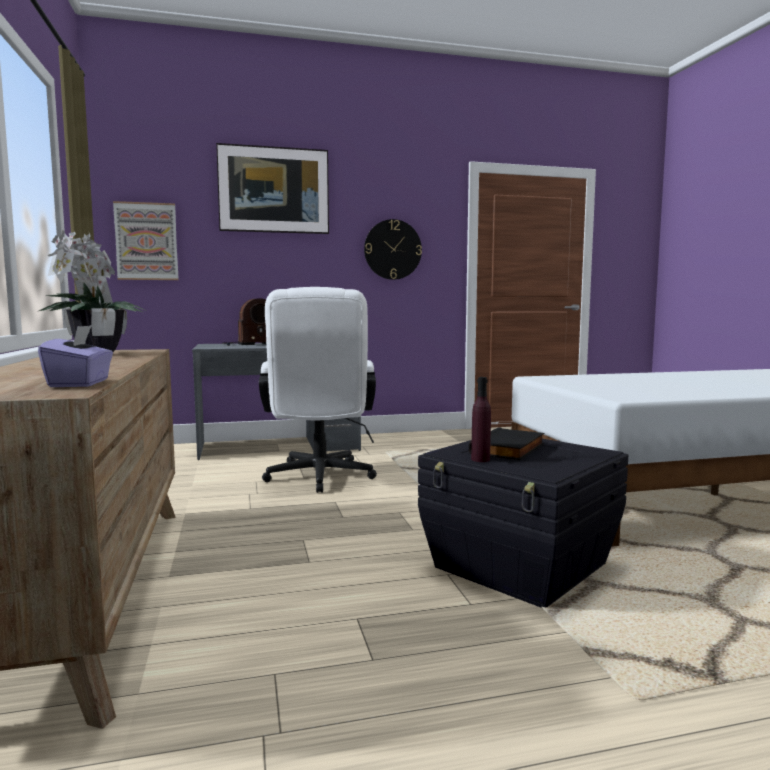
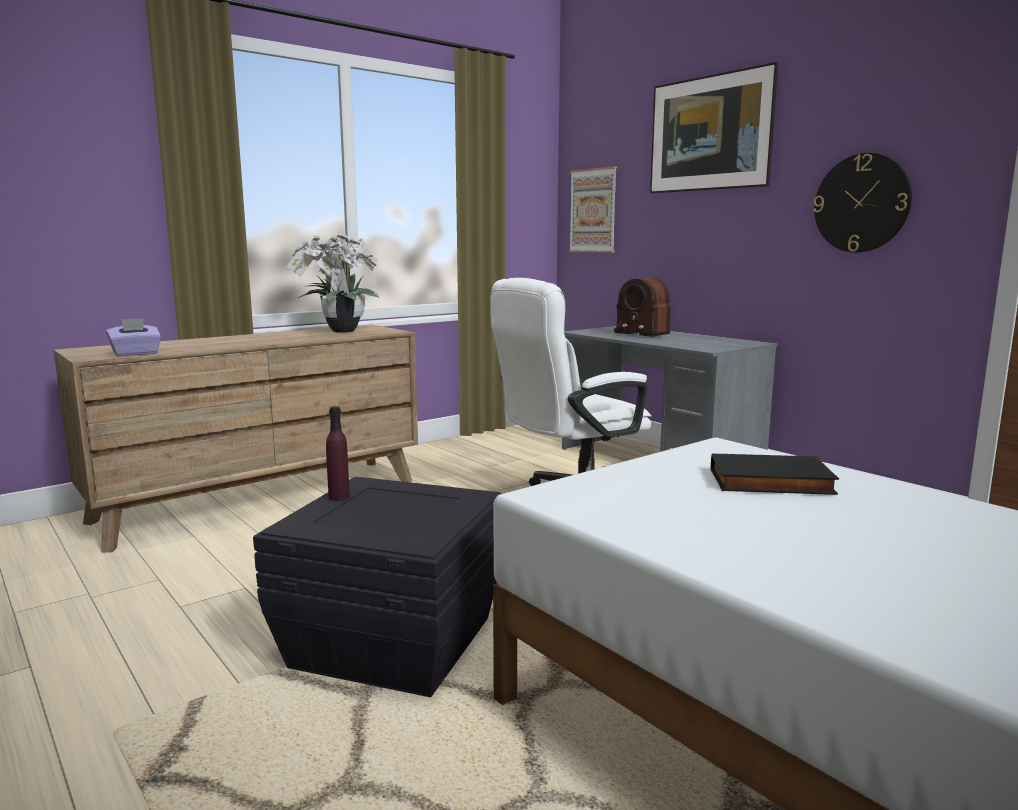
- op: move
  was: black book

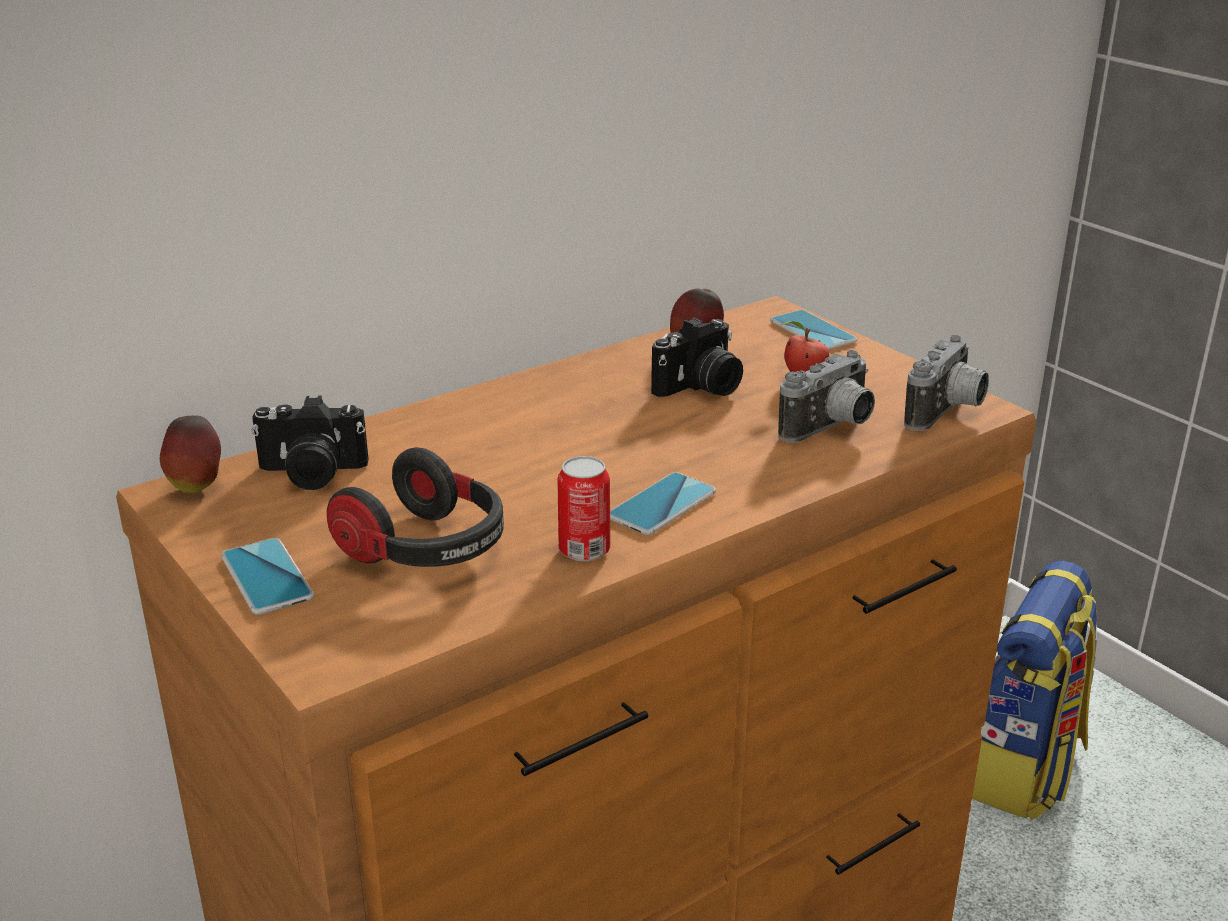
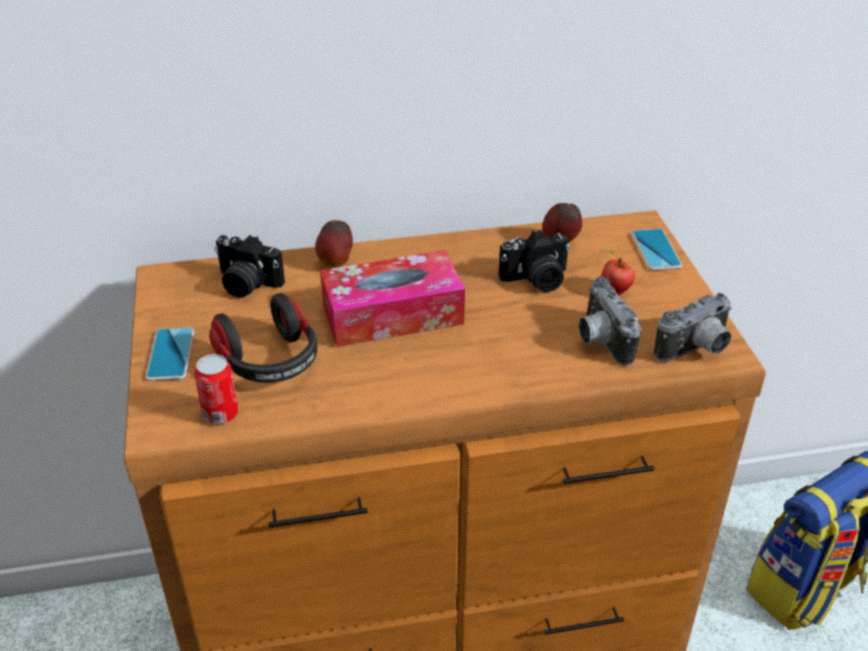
- op: delete
  was: phone (2nd from left)
- op: insert
  now: tissue box
- op: move
  was: apple (1st from left)
- op: move
  was: can
- op: rotate
  was: photo camera (3rd from left)
  clockwise: 90

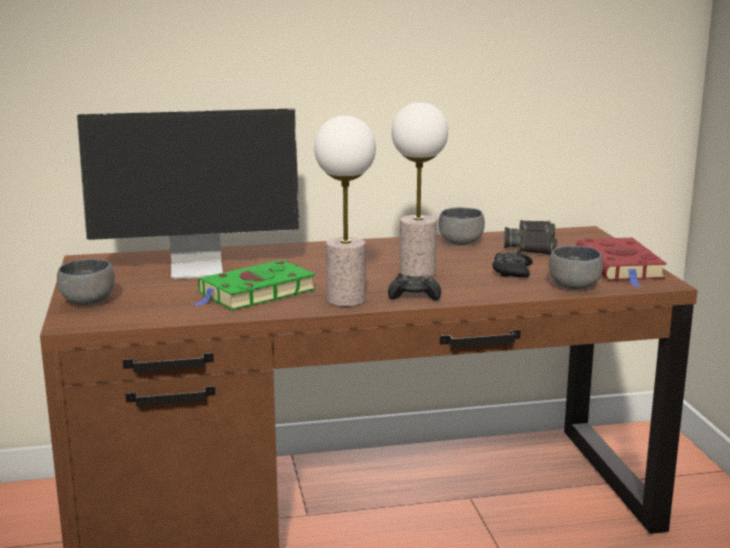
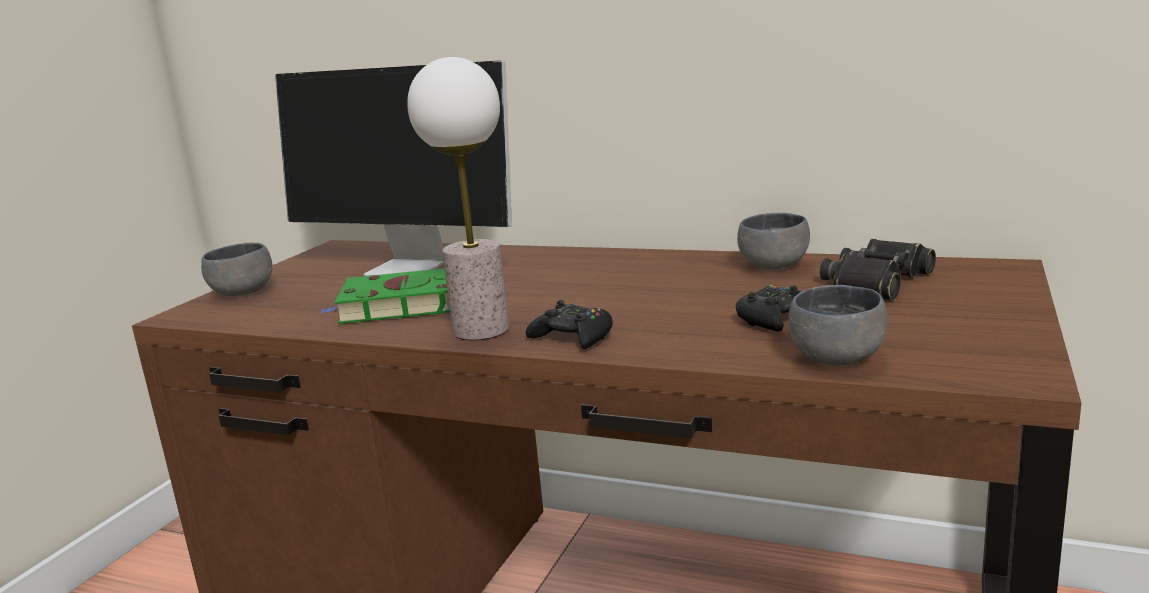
- op: delete
  was: table lamp (2nd from left)
- op: delete
  was: red book

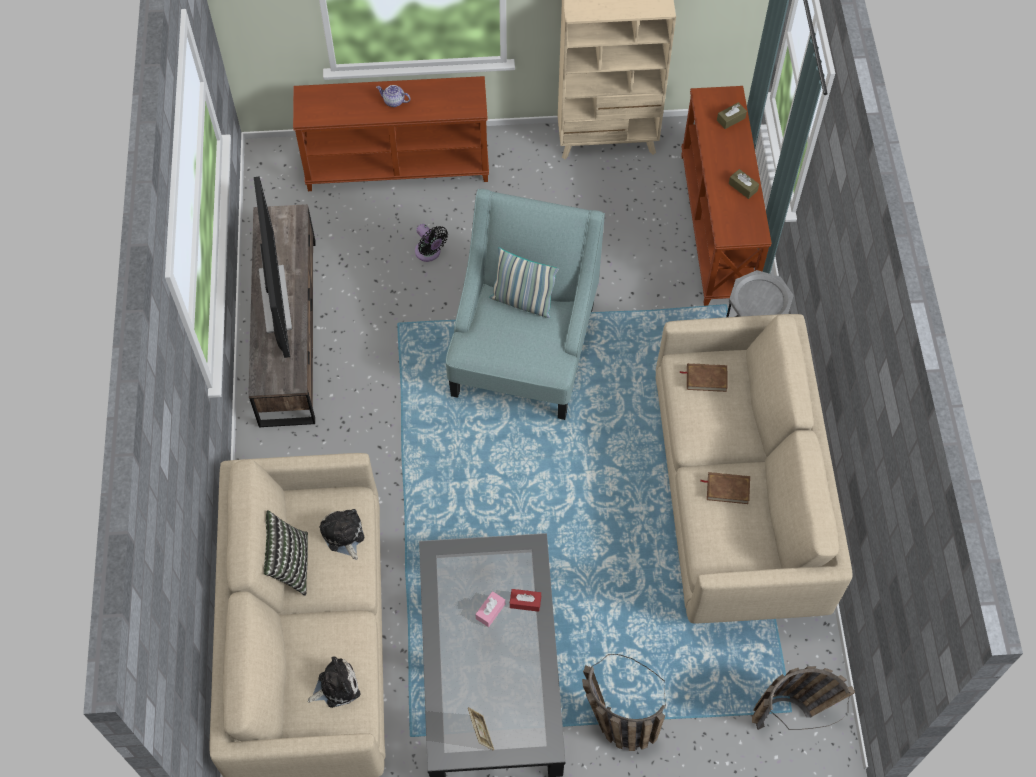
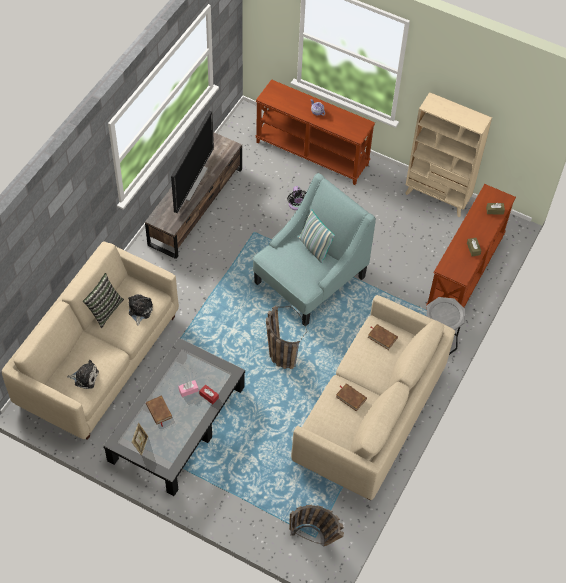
- op: insert
  now: brown book (1st from left)
- op: move
  was: basket (1st from left)

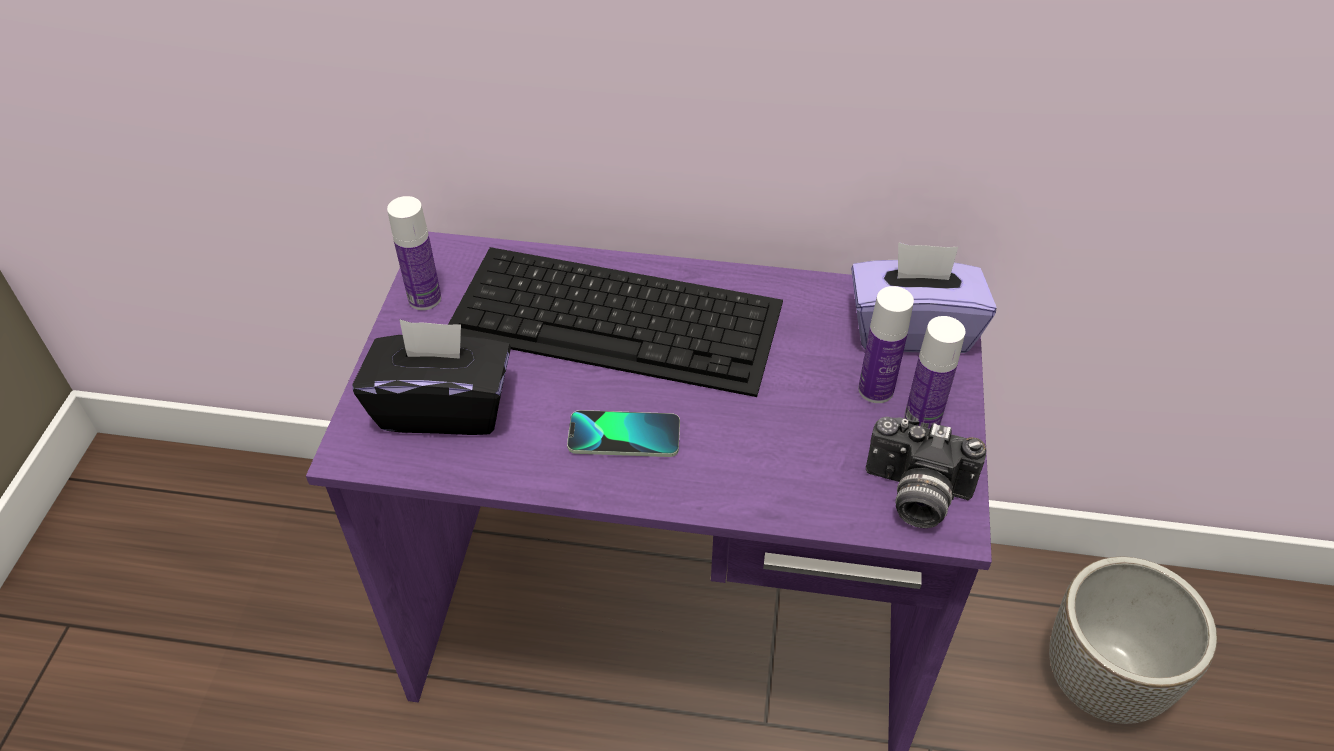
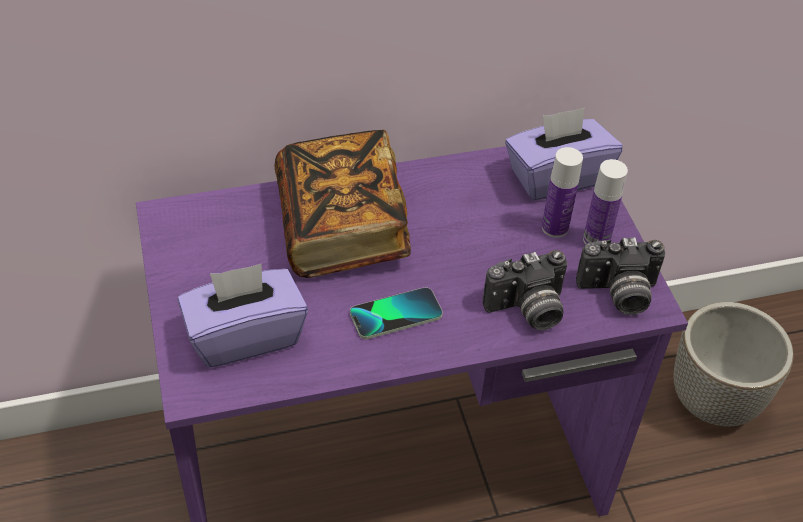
- op: delete
  was: bottle (1st from left)
- op: insert
  now: photo camera (1st from left)
- op: replace
  was: keyboard
  now: book
- op: recolor
  was: black tissue box
  now: purple tissue box (1st from left)

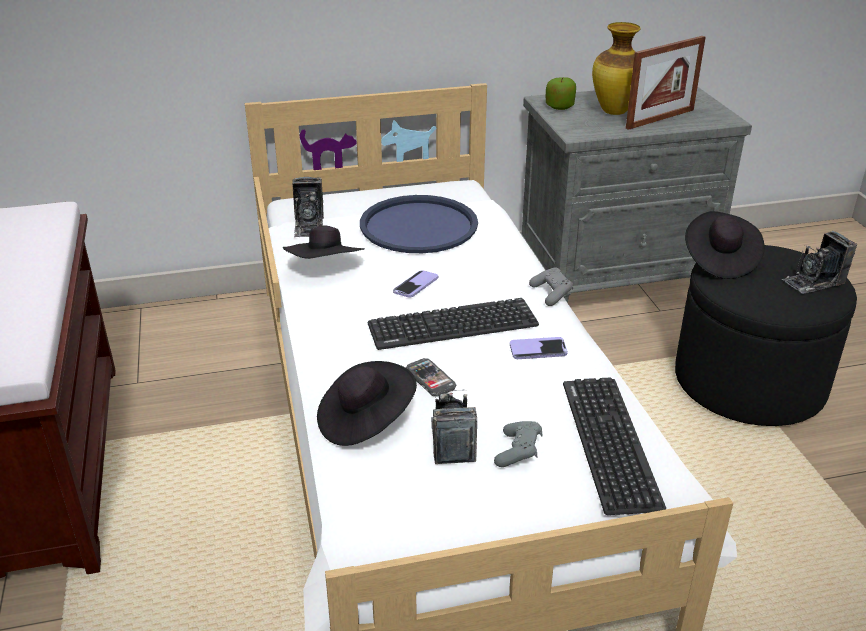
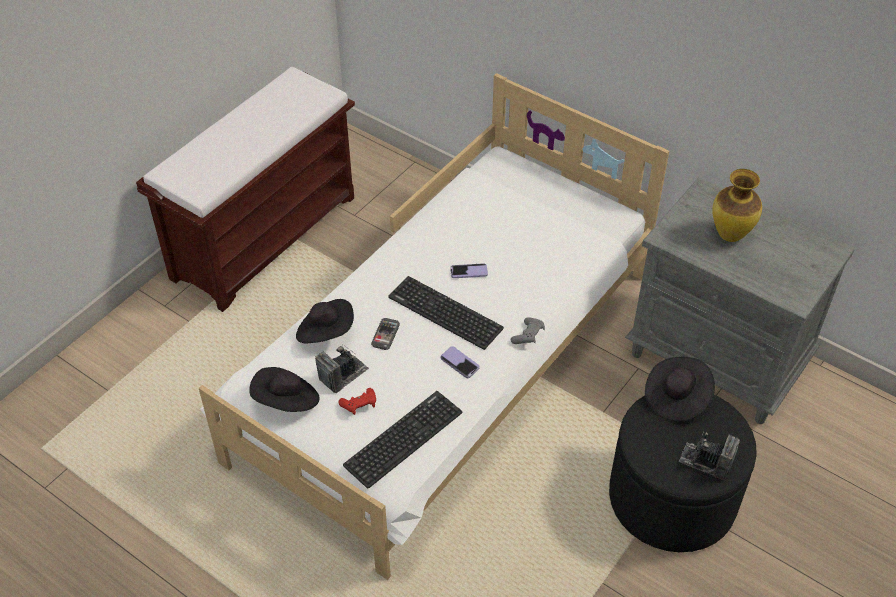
- op: delete
  was: photo camera (1st from left)
- op: delete
  was: blue tray
- op: delete
  was: apple
- op: delete
  was: picture frame
- op: move
  was: black hat (1st from left)
- op: recolor
  was: grey game controller (1st from left)
  now: red game controller

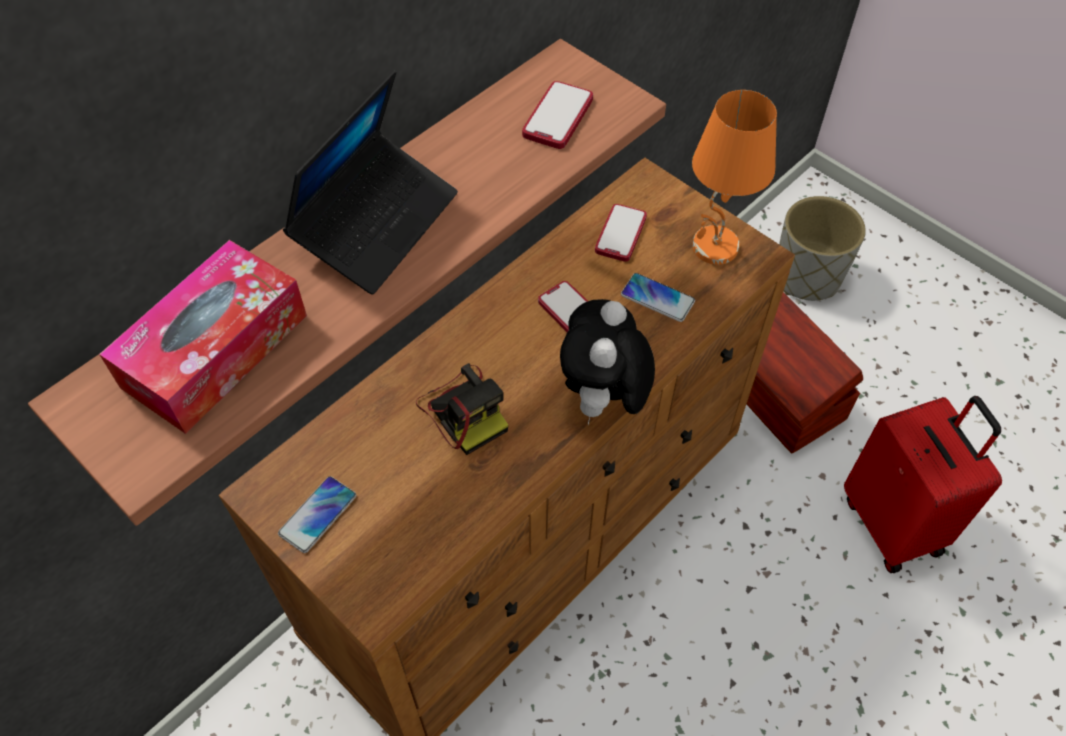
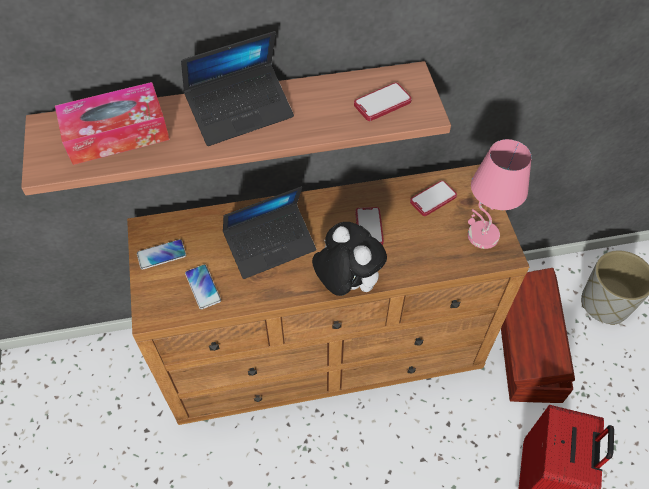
- op: move
  was: phone (5th from left in the first image)
  now: phone (2nd from left)
- op: replace
  was: photo camera
  now: laptop (2nd from left)
- op: recolor
  was: orange table lamp
  now: pink table lamp
- op: rotate
  was: plush toy
  clockwise: 90

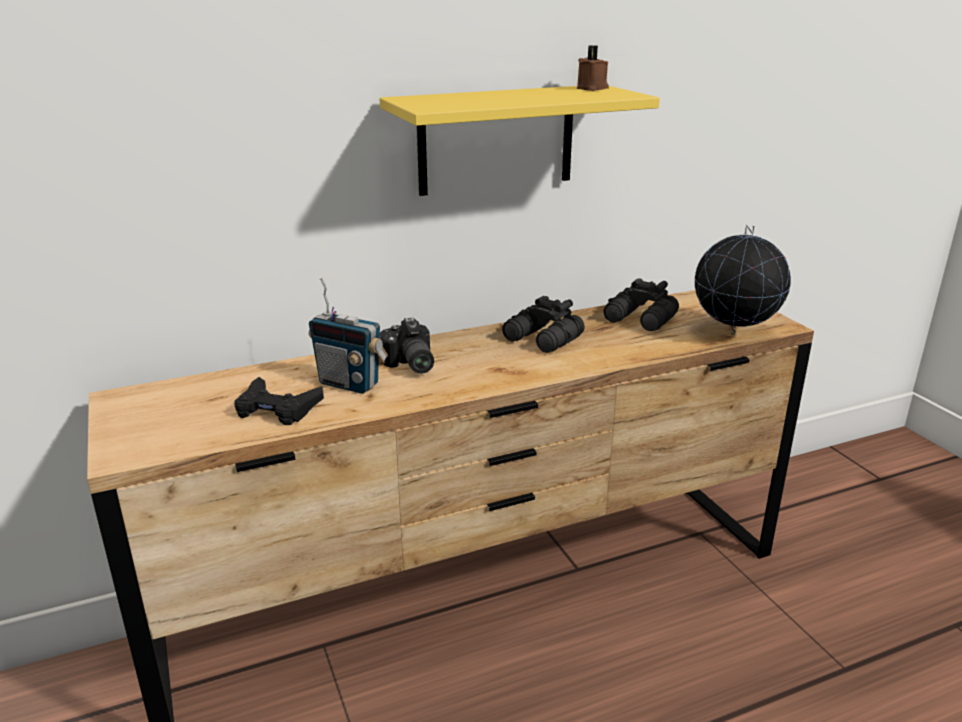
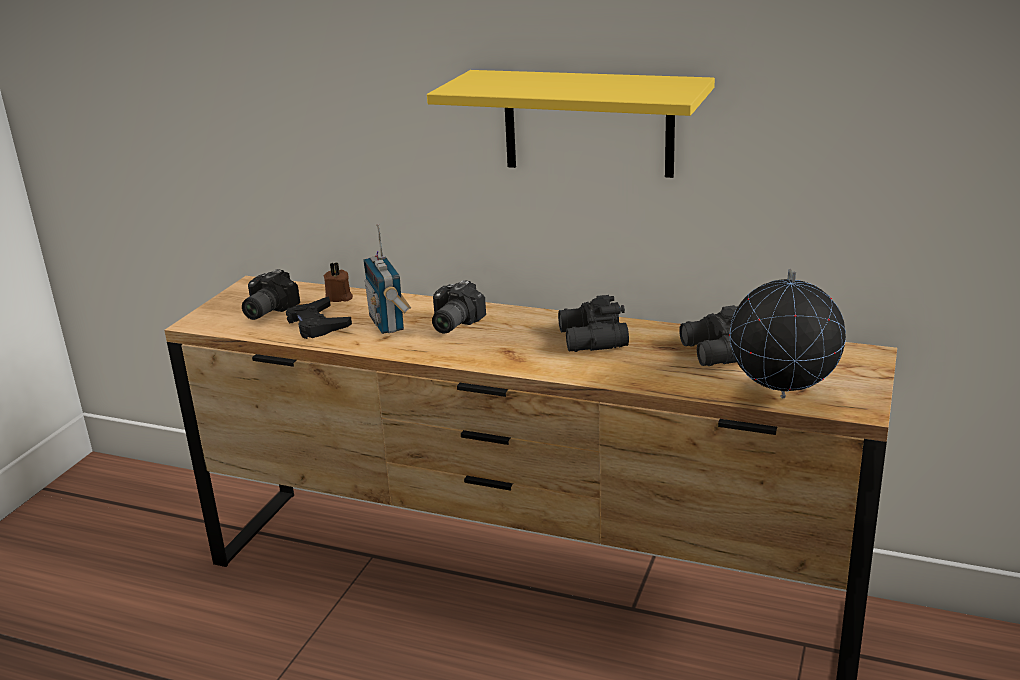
- op: insert
  now: photo camera (1st from left)
- op: move
  was: brown candle

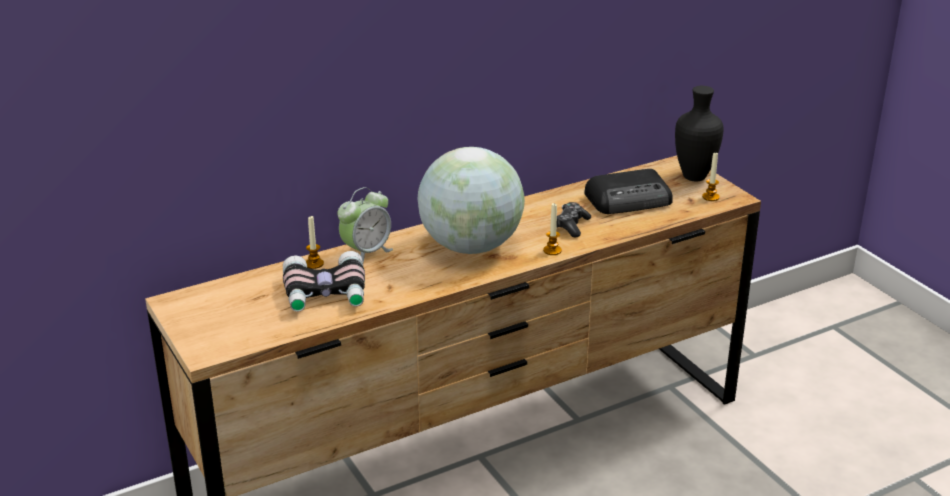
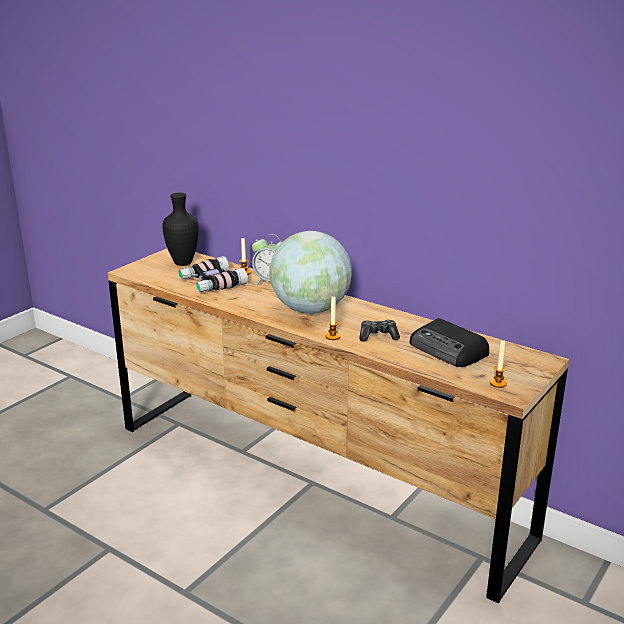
- op: move
  was: black vase

